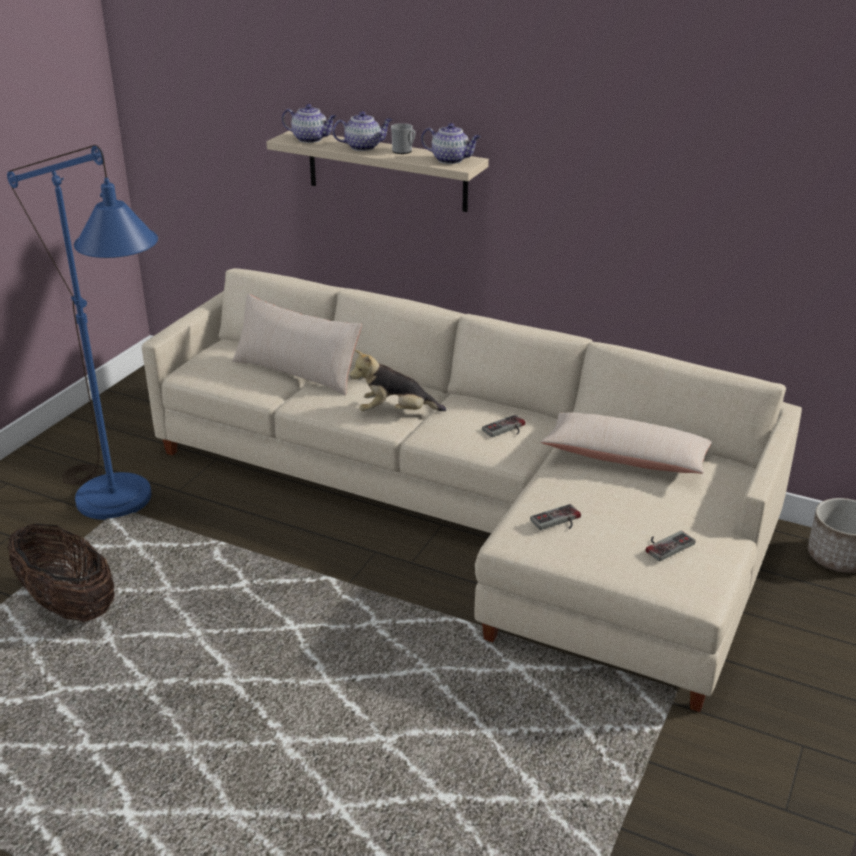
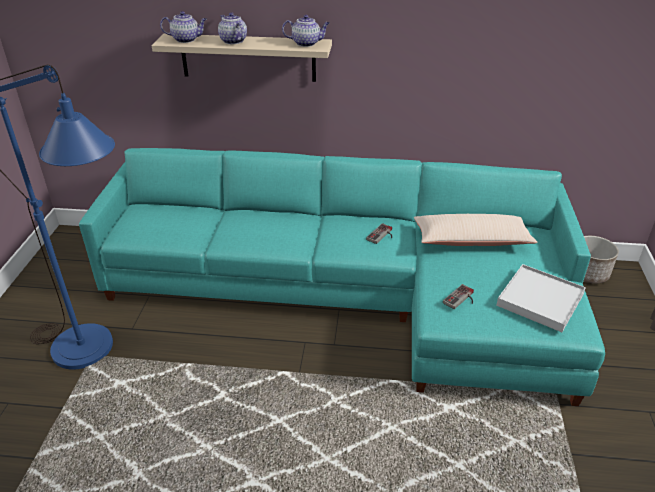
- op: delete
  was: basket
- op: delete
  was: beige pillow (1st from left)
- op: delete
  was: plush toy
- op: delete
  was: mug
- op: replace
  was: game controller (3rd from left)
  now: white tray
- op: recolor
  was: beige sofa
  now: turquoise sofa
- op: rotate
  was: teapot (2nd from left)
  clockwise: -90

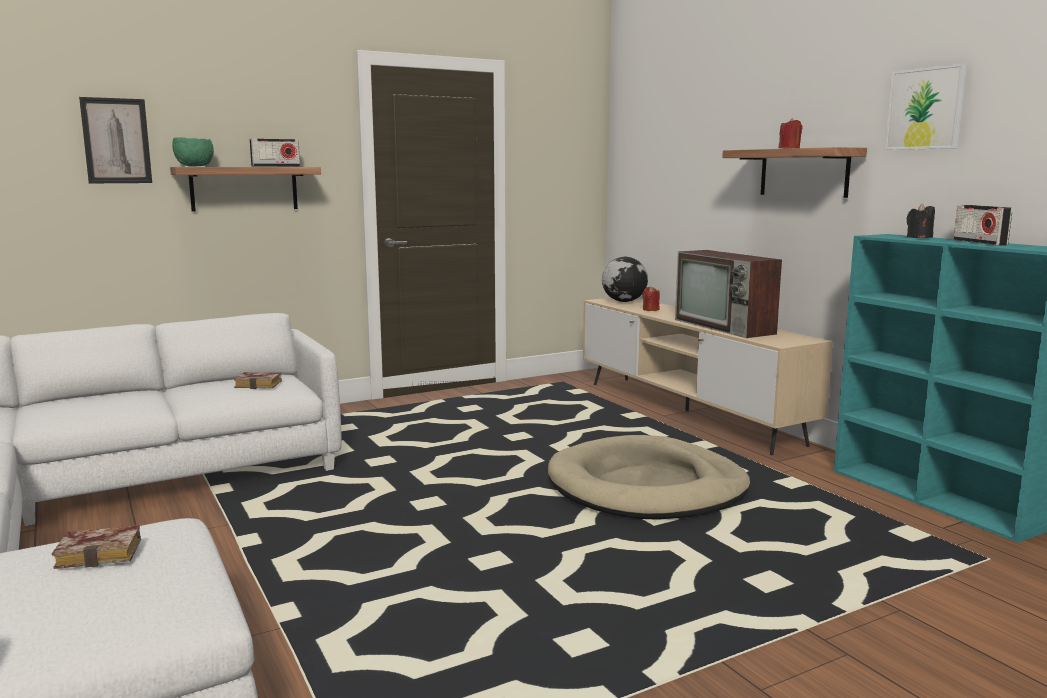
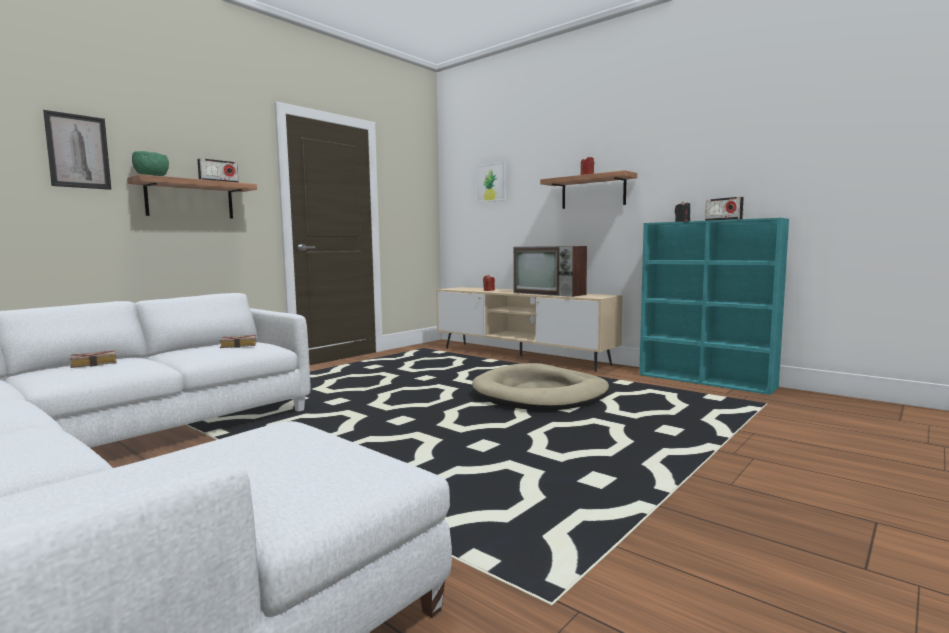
- op: delete
  was: globe
- op: move
  was: book (1st from left)
- op: move
  was: picture (2nd from left)

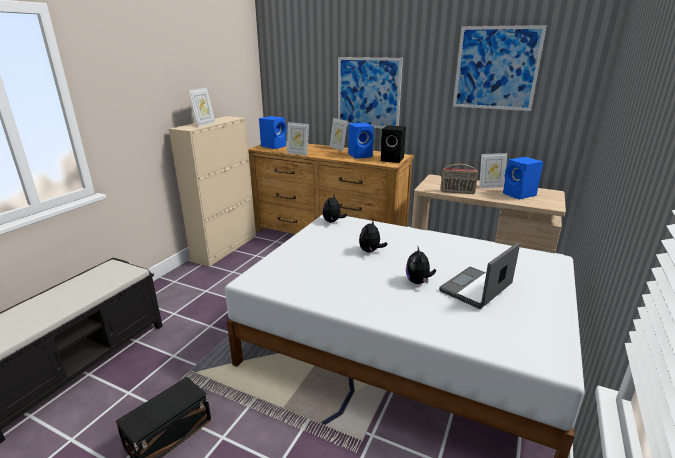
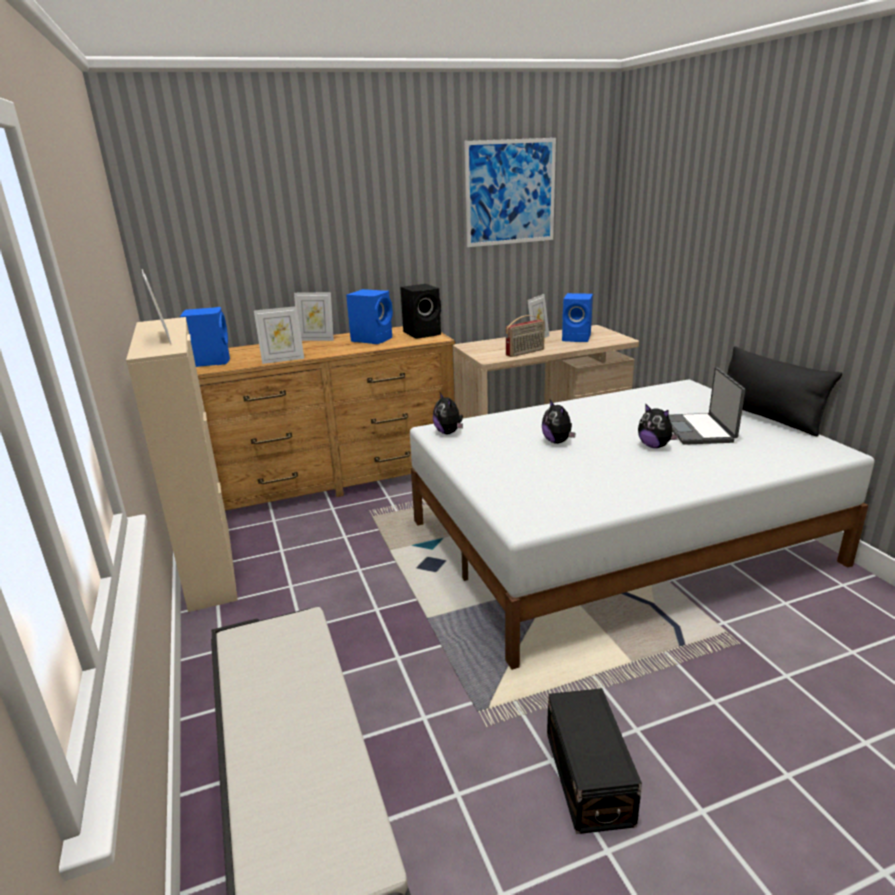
- op: delete
  was: picture (1st from left)
- op: insert
  now: black pillow

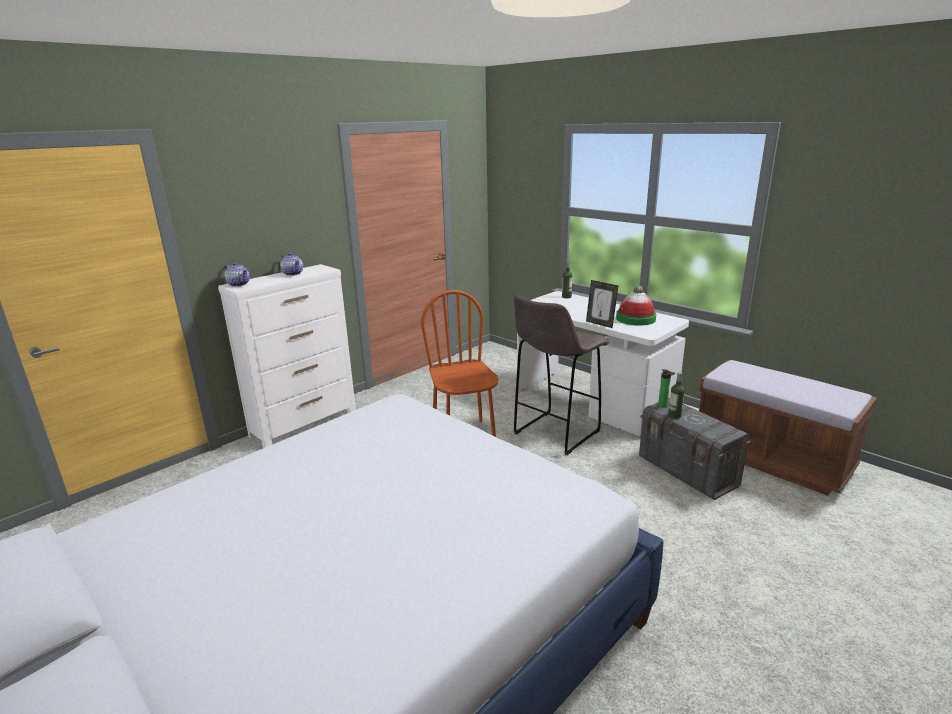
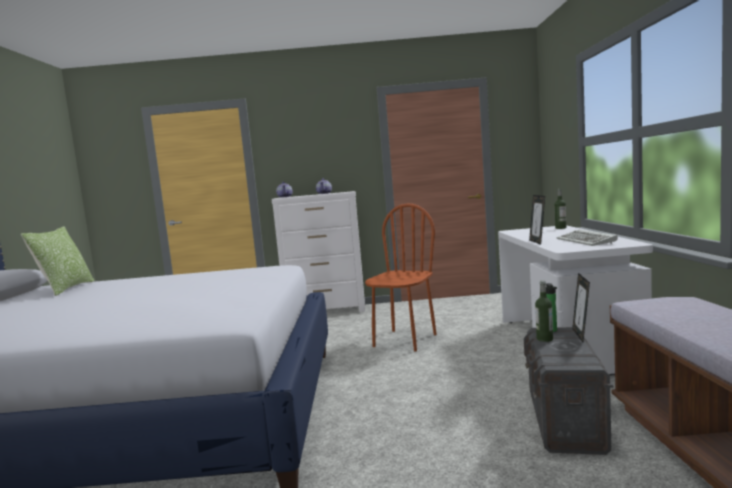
- op: delete
  was: grey stool
- op: insert
  now: pillow
- op: insert
  now: picture frame (2nd from left)
- op: replace
  was: hat
  now: keyboard

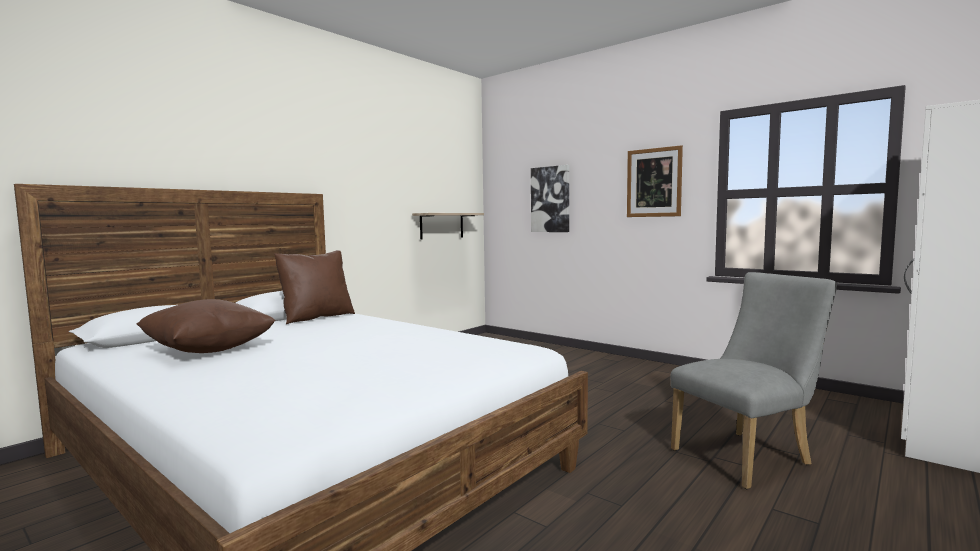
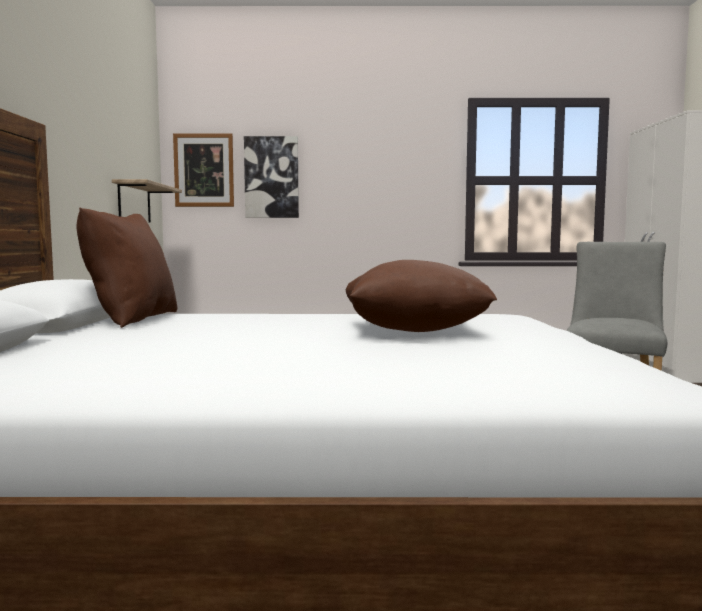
- op: move
  was: brown pillow (1st from left in the first image)
  now: brown pillow (2nd from left)
- op: move
  was: picture (2nd from left in the first image)
  now: picture (1st from left)

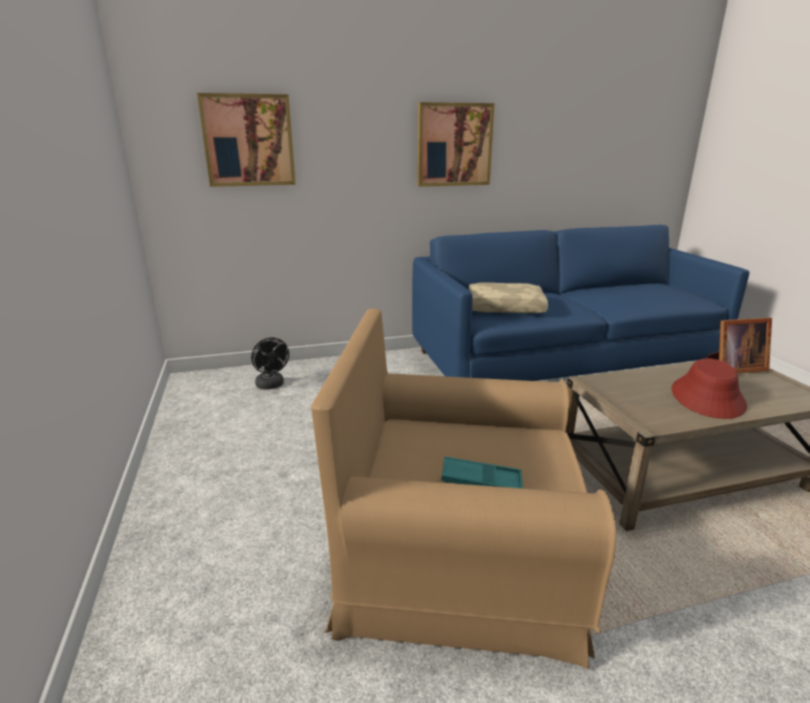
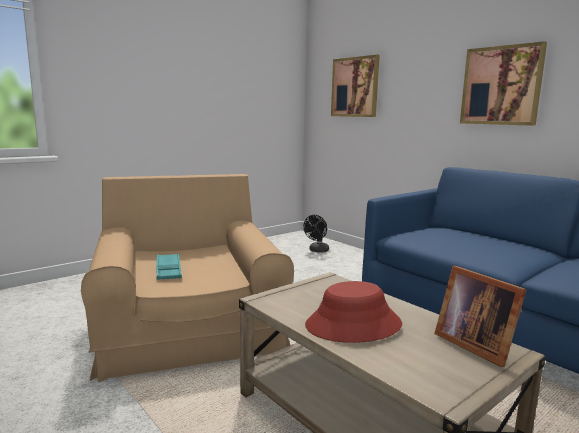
- op: delete
  was: beige pillow

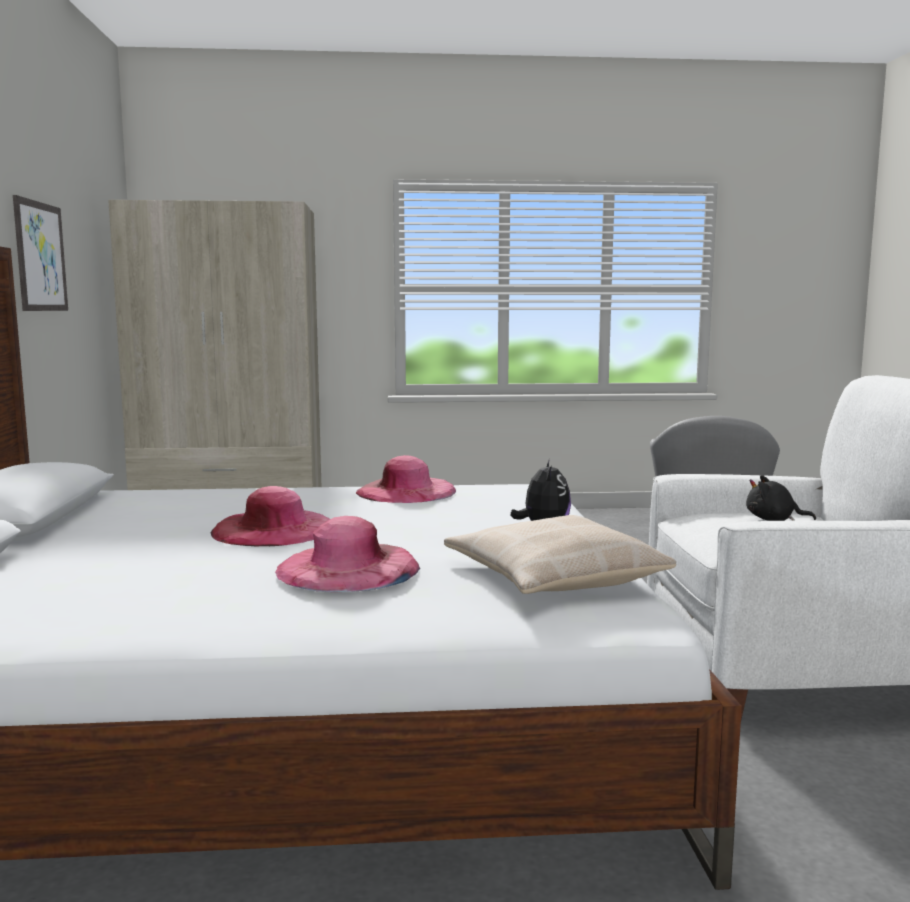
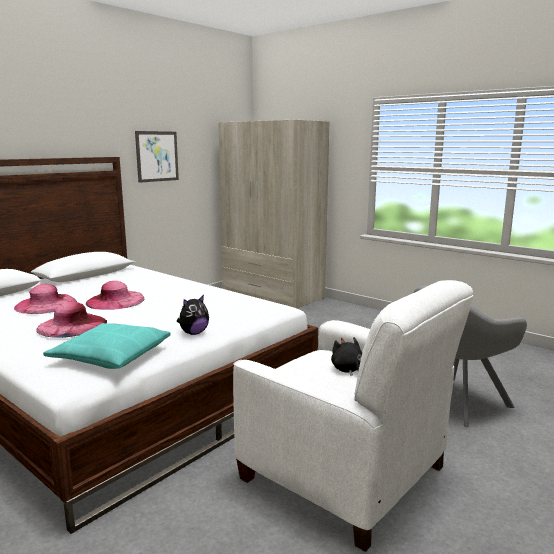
- op: move
  was: pink hat (3rd from left in the first image)
  now: pink hat (1st from left)
- op: recolor
  was: beige pillow
  now: turquoise pillow

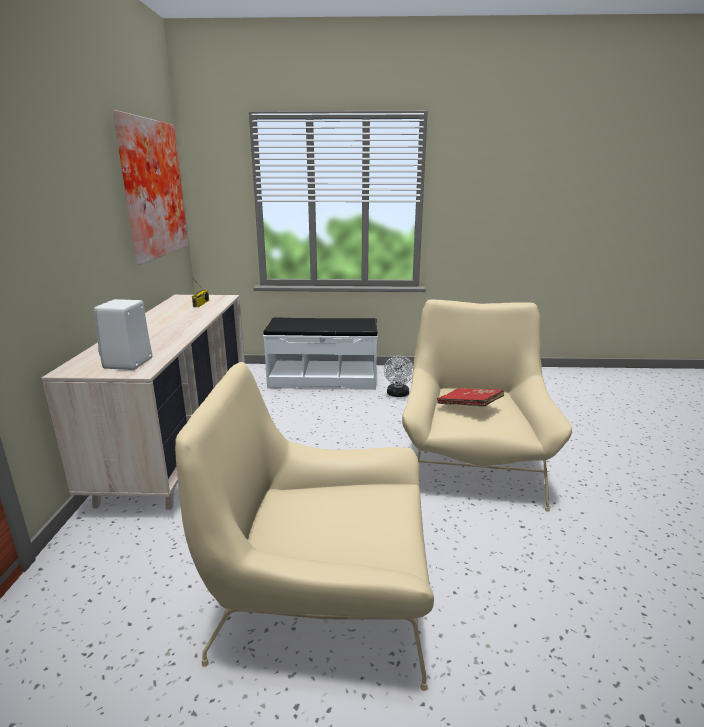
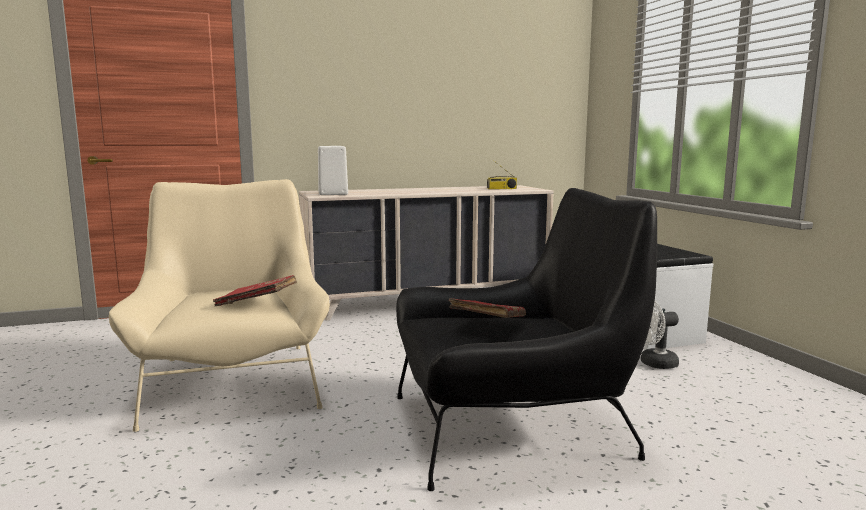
- op: delete
  was: picture
- op: insert
  now: red book (1st from left)
- op: recolor
  was: beige armchair (2nd from left)
  now: black armchair

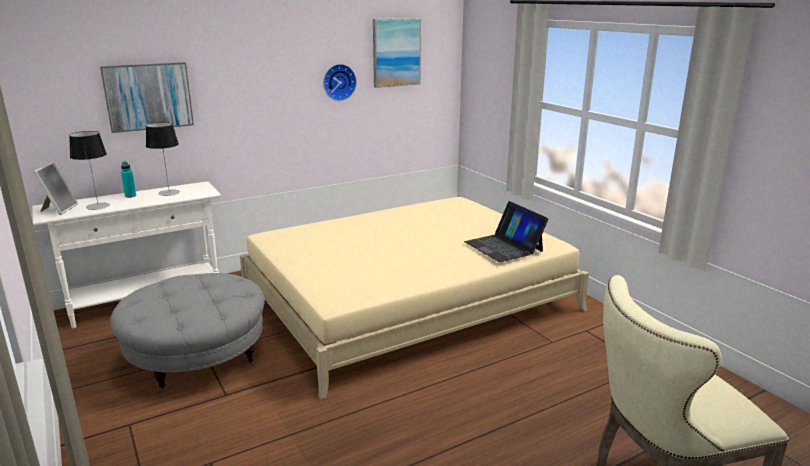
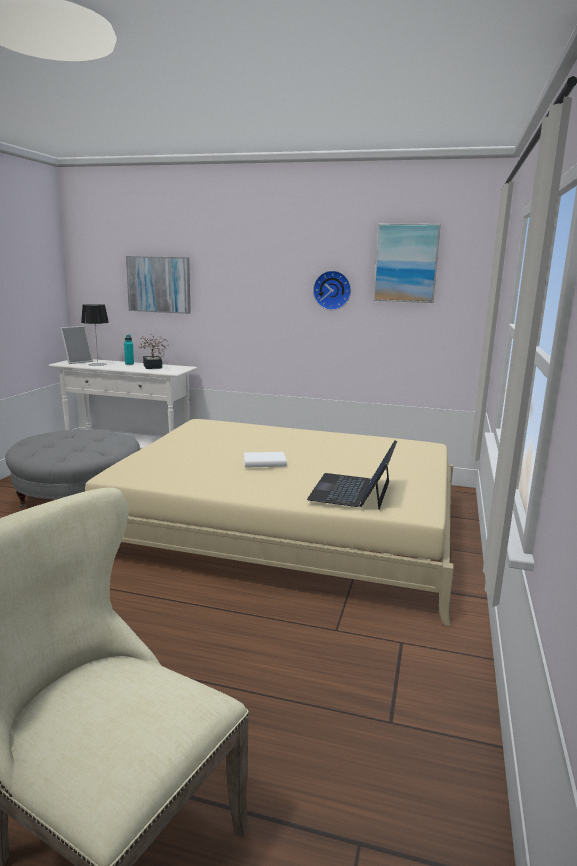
- op: insert
  now: white book
- op: replace
  was: table lamp (2nd from left)
  now: potted plant

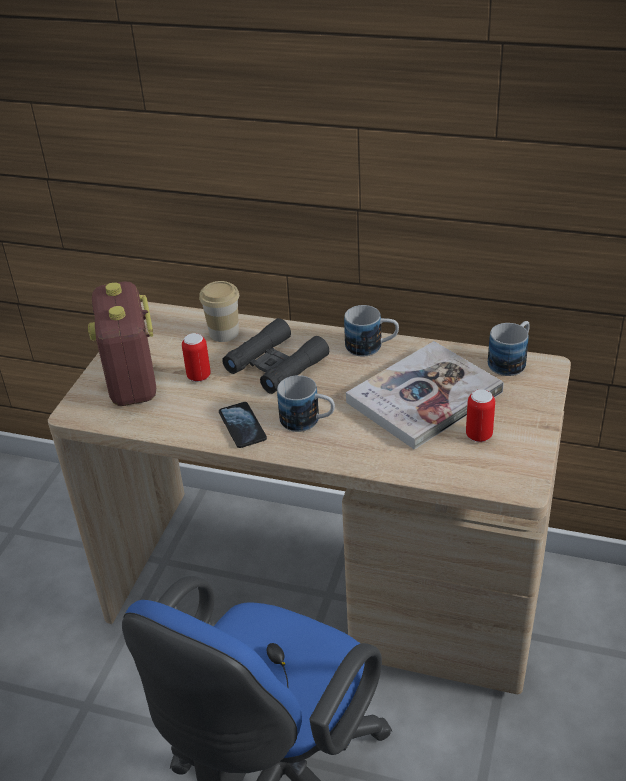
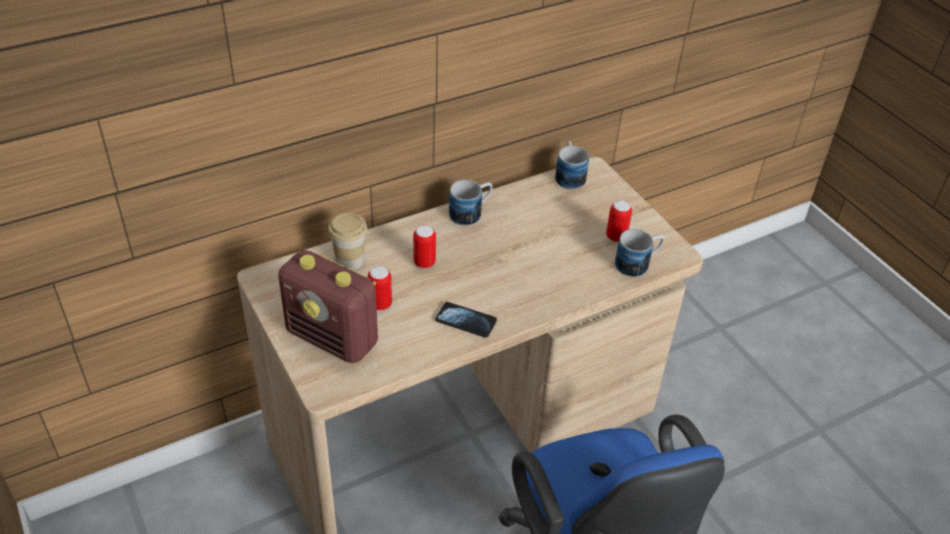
- op: delete
  was: book
- op: move
  was: mug (1st from left in the first image)
  now: mug (3rd from left)
- op: replace
  was: black binoculars
  now: can (2nd from left)

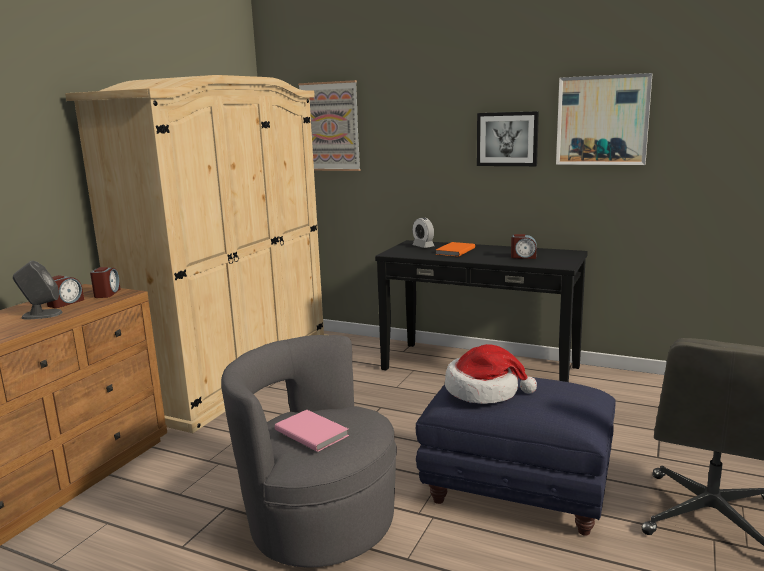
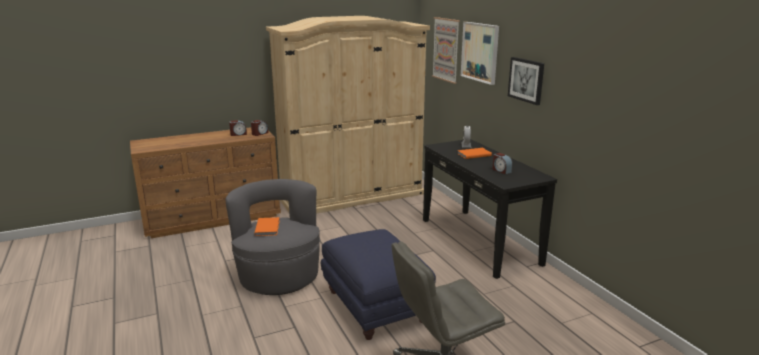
- op: delete
  was: grey speaker
- op: delete
  was: hat
- op: move
  was: picture (3rd from left in the first image)
  now: picture (2nd from left)
- op: recolor
  was: pink book
  now: orange book (1st from left)

